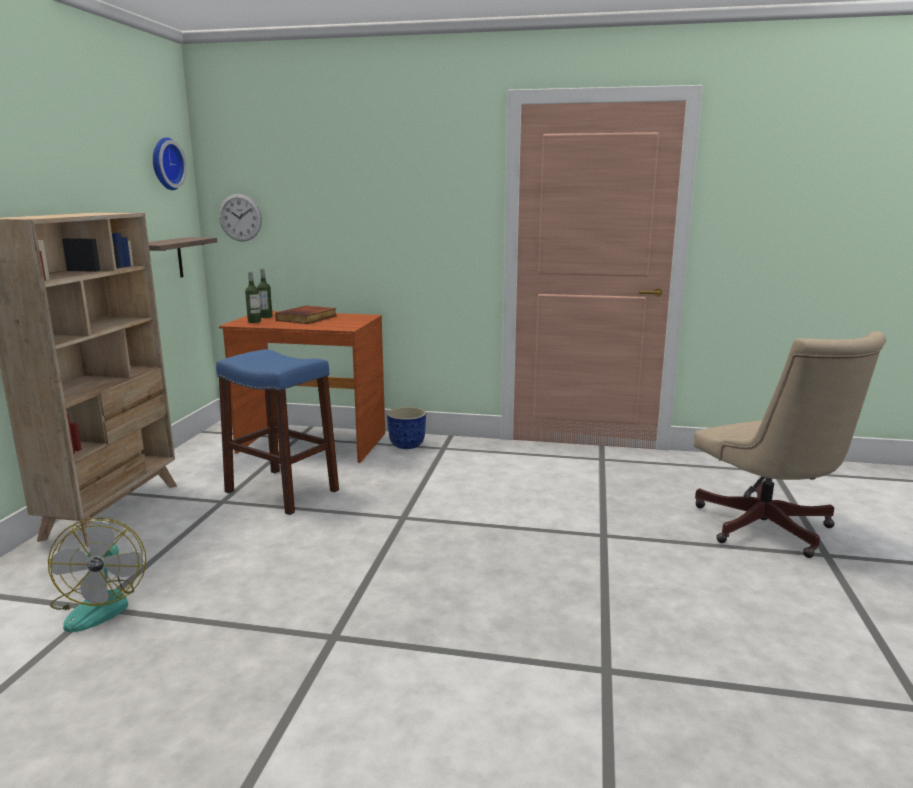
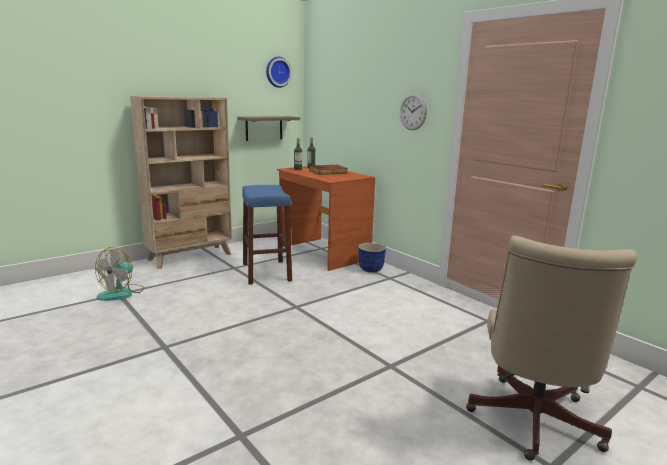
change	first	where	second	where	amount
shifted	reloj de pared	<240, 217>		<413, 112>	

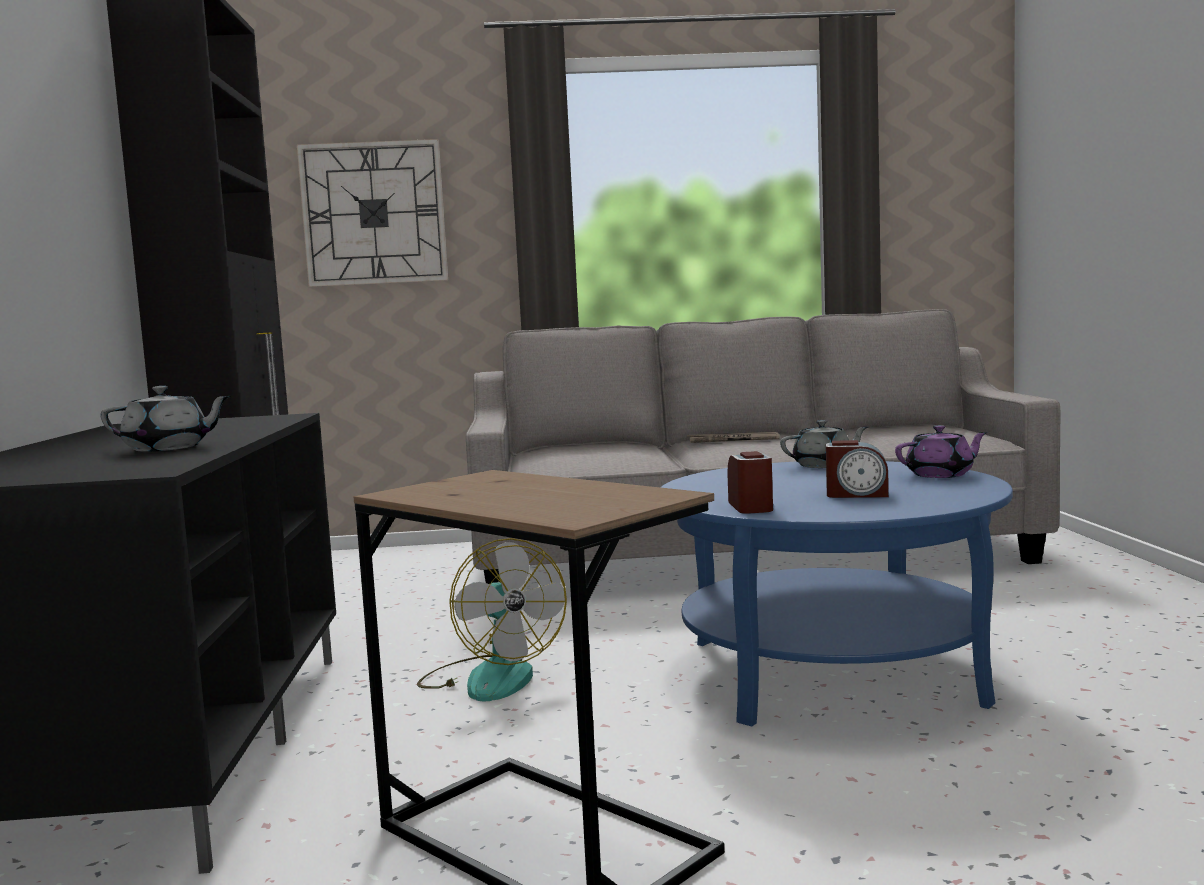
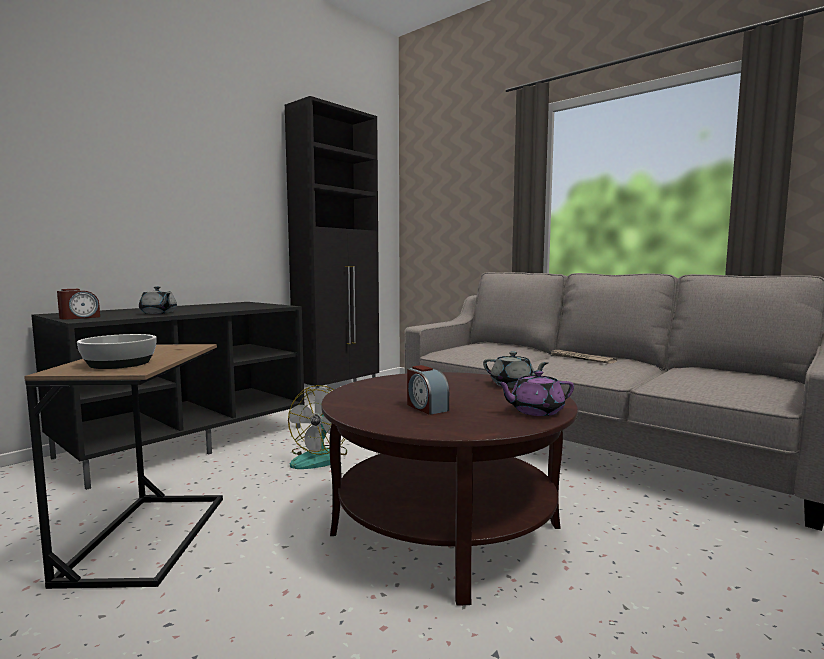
change	first	where	second	where	amount
gone	reloj de pared	<374, 213>			
rotated	tetera/morado	<941, 475>		<535, 411>	135 degrees clockwise
shifted	despertador	<751, 507>		<79, 318>	
repainted	mesa de centro/azul	<832, 671>	mesa de centro/marrón	<446, 529>	
new			cuenco	<118, 363>	

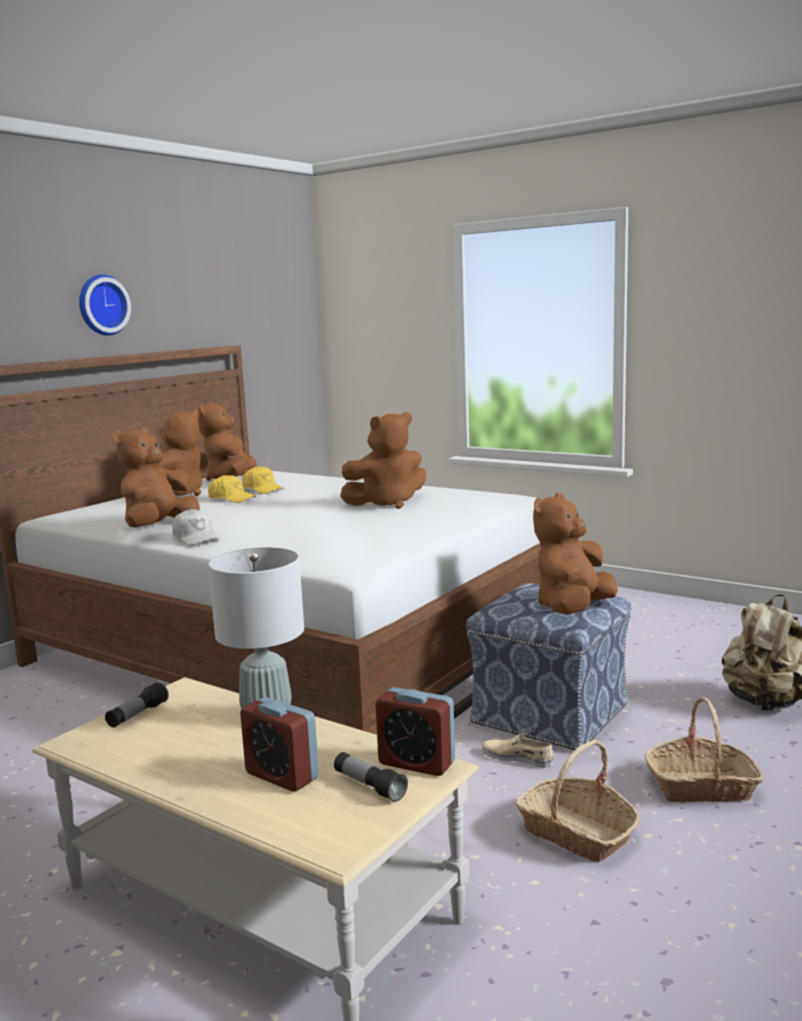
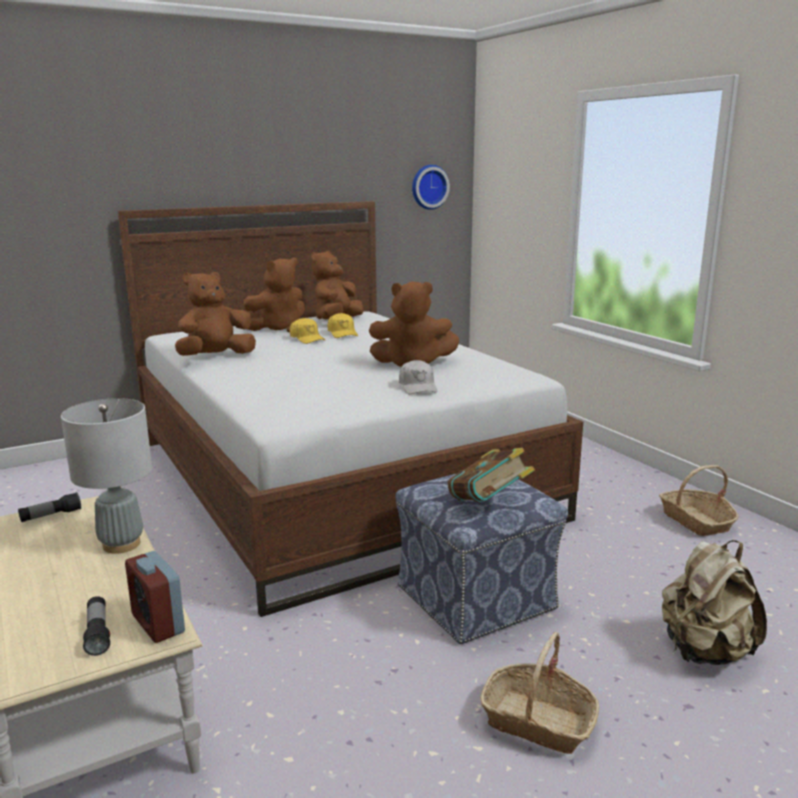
change	first	where	second	where	amount
shifted	reloj de pared	<101, 305>		<428, 187>	
swapped	peluche/marrón	<573, 609>	libro	<488, 505>	
shifted	gorra/blanco	<196, 538>		<418, 387>	
gone	despertador	<282, 776>			
gone	zapato/beis	<517, 757>			
shifted	cesta	<577, 833>		<696, 521>	

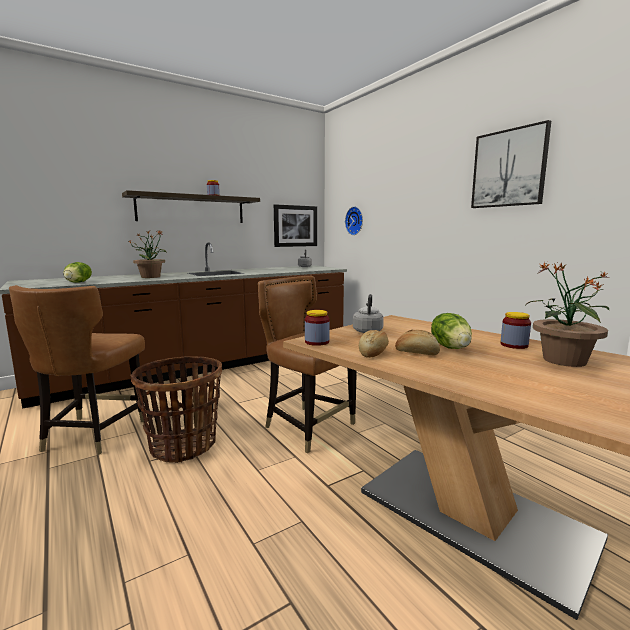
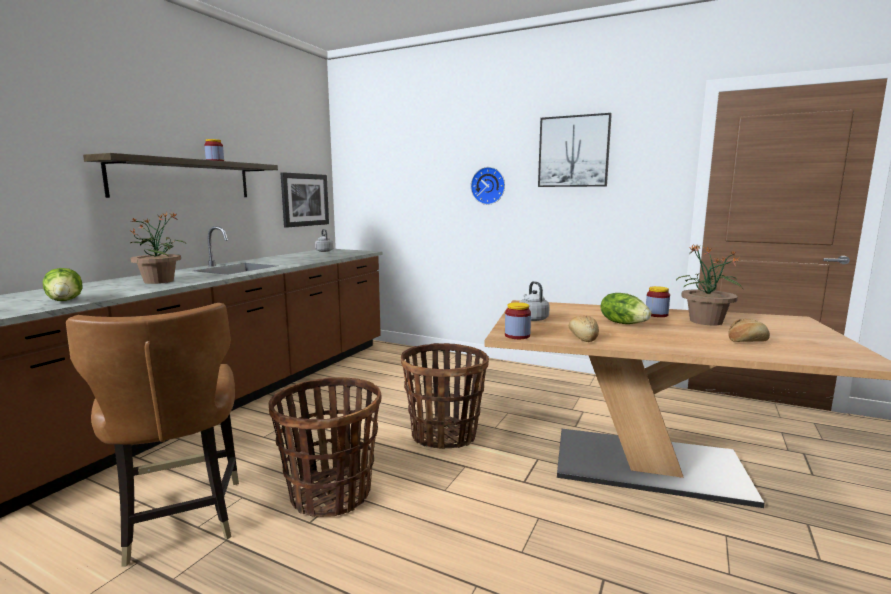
change	first	where	second	where	amount
shifted	reloj de pared	<355, 221>		<488, 185>	
swapped	silla/marrón	<309, 427>	cesta	<444, 435>	
shifted	pan	<417, 353>		<747, 341>	

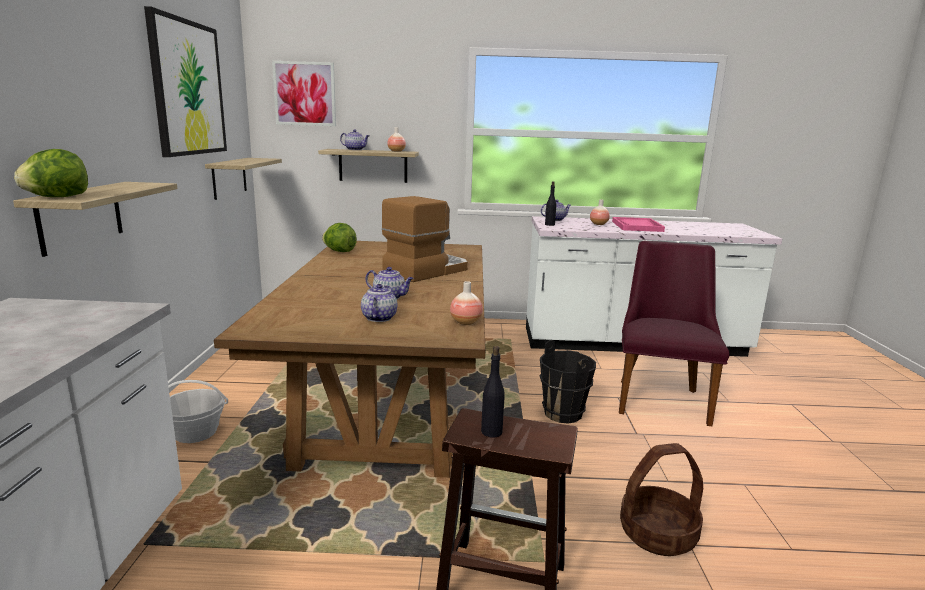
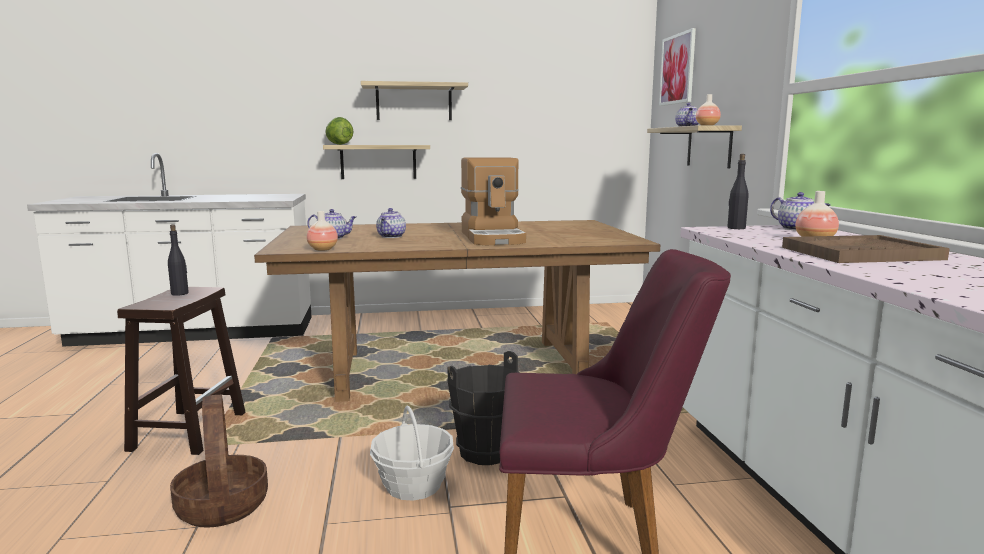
change	first	where	second	where	amount
gone	cuadro	<188, 88>			
shifted	estante	<229, 177>		<414, 102>	
rotated	cafetera	<426, 270>		<493, 238>	45 degrees clockwise
repainted	bandeja/rosa	<637, 226>	bandeja/marrón	<860, 253>	
gone	lechuga	<339, 251>			
shifted	cesta	<195, 432>		<413, 485>	

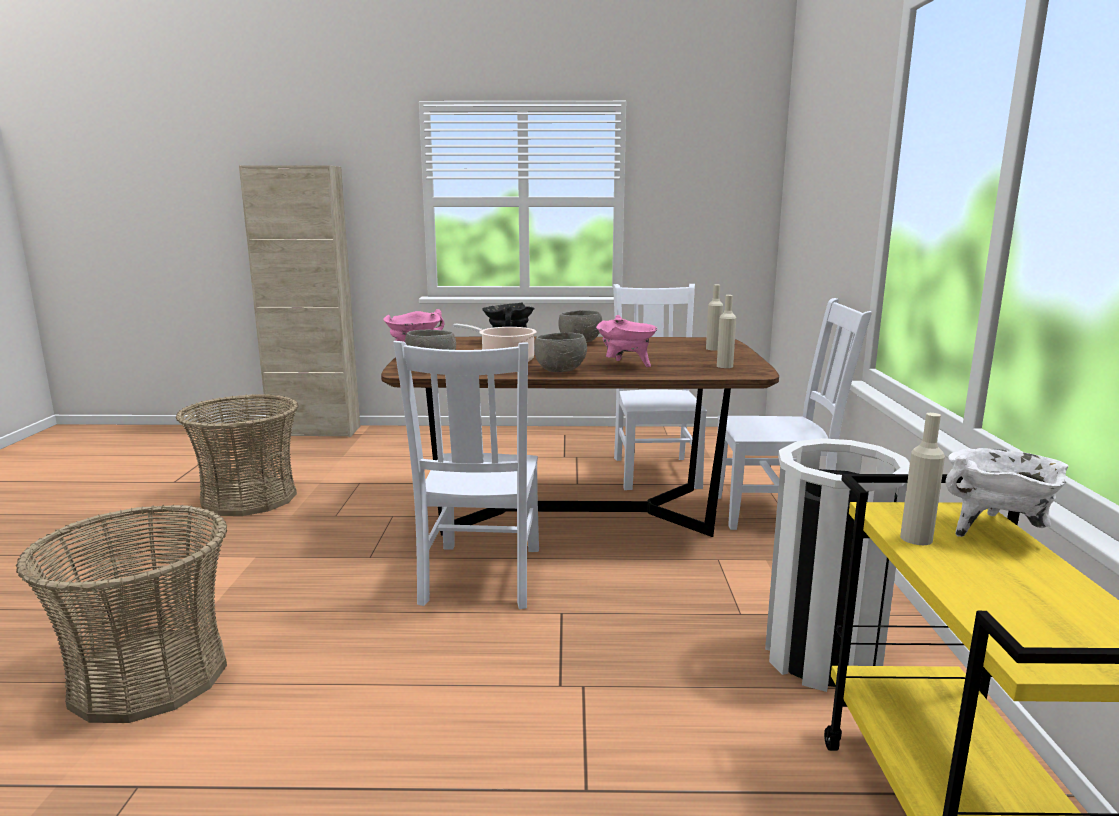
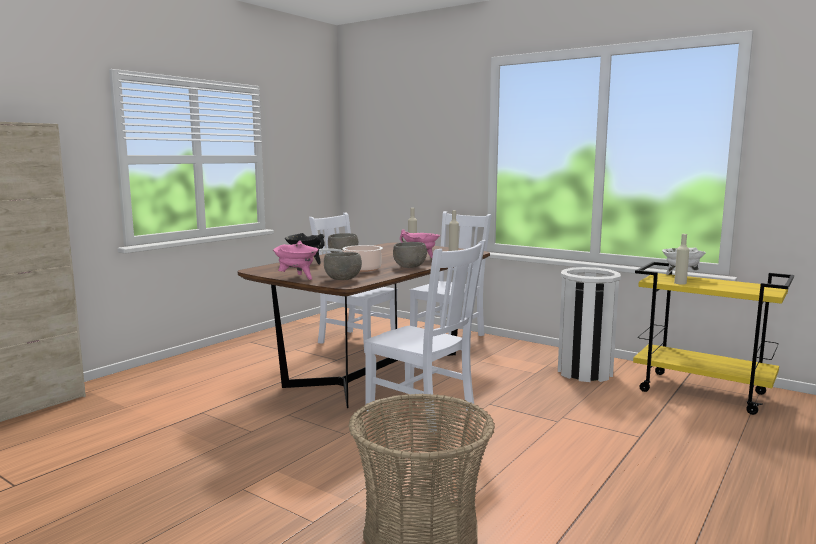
change	first	where	second	where	amount
gone	cesta	<249, 498>			

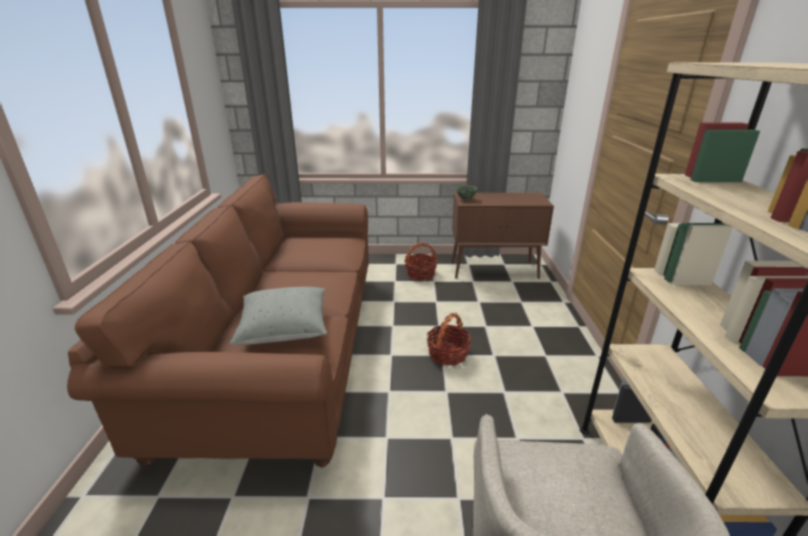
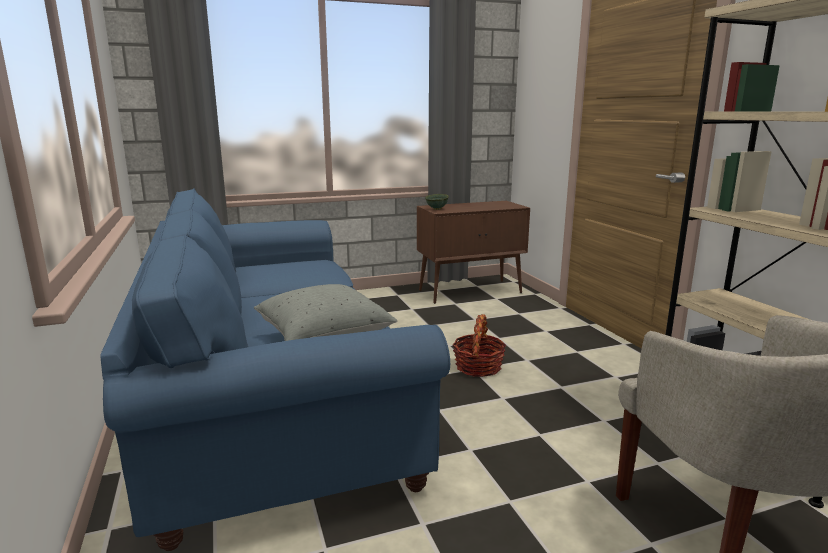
change	first	where	second	where	amount
repainted	sofá/marrón	<284, 346>	sofá/azul	<274, 393>	
gone	cesta	<420, 274>			

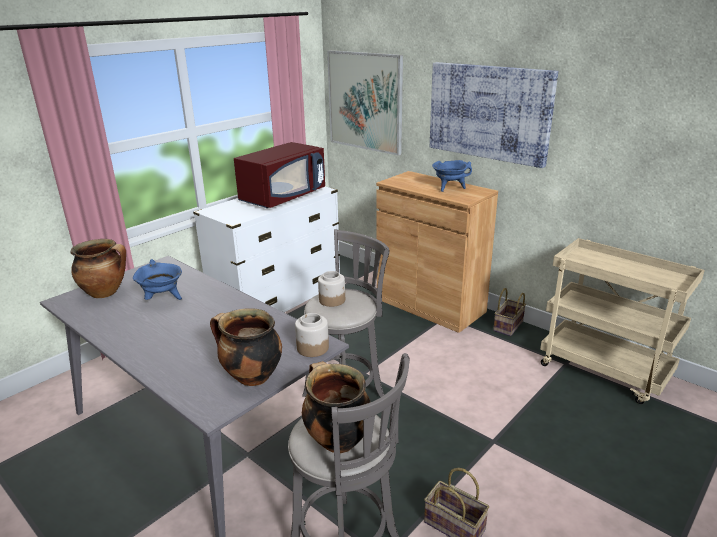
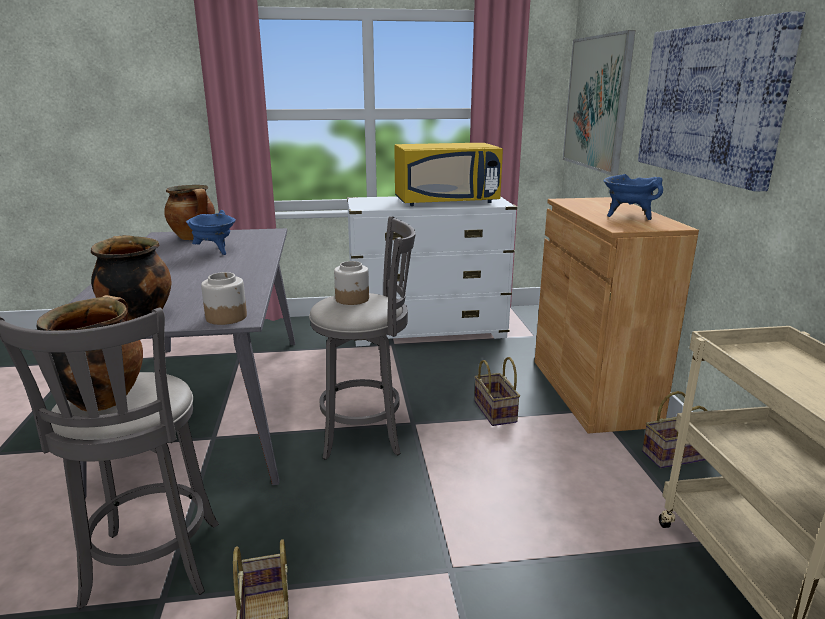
change	first	where	second	where	amount
repainted	microondas/rojo	<283, 197>	microondas/amarillo	<446, 202>	
new			cesta	<496, 412>	

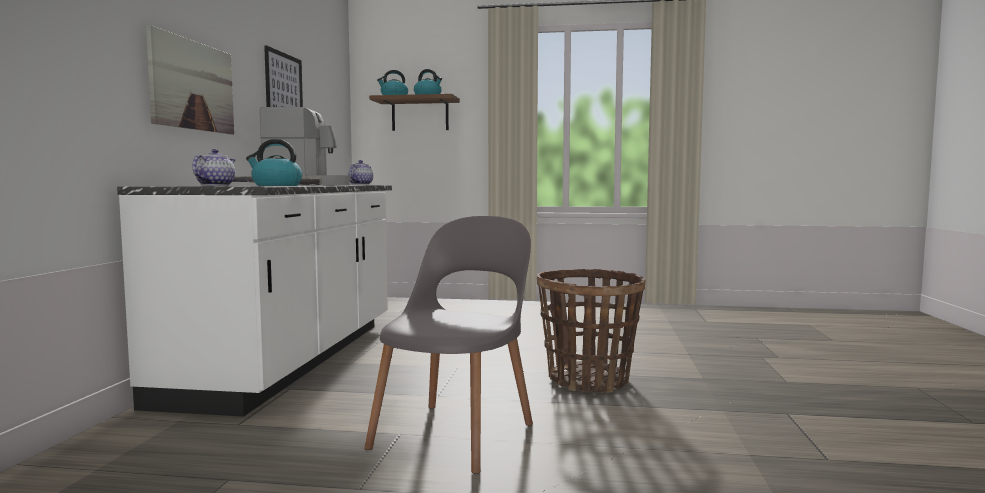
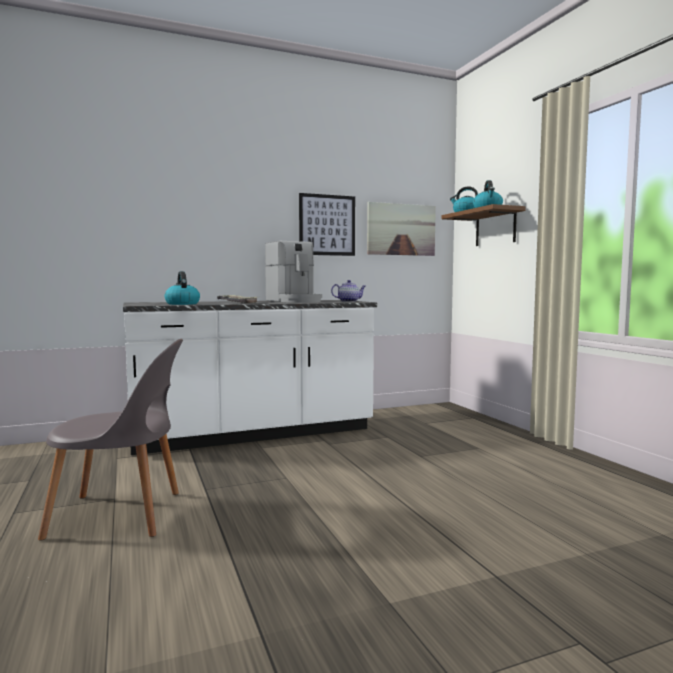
change	first	where	second	where	amount
shifted	cuadro	<192, 85>		<401, 229>	
gone	tetera	<216, 185>			
gone	cesta	<588, 380>			

